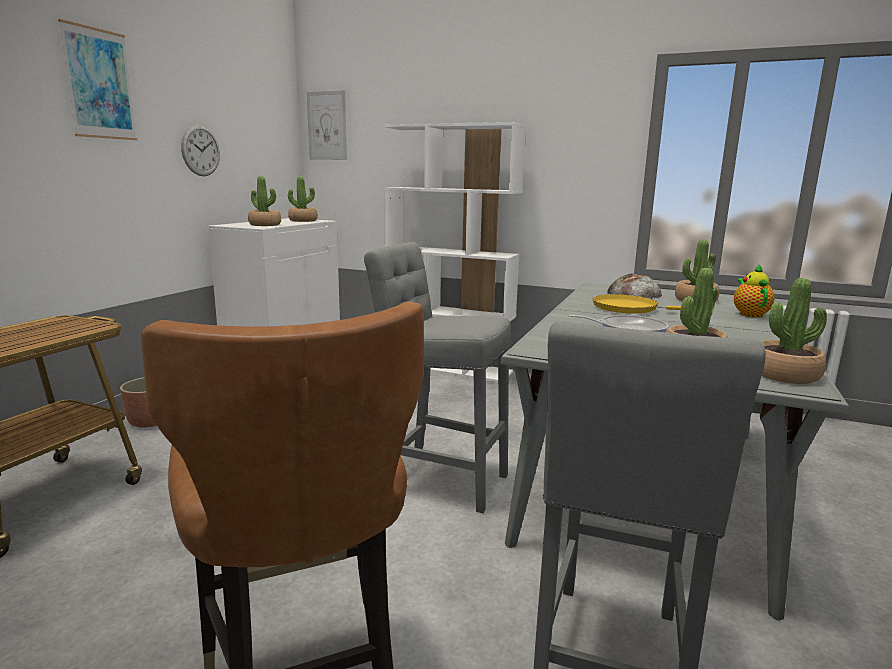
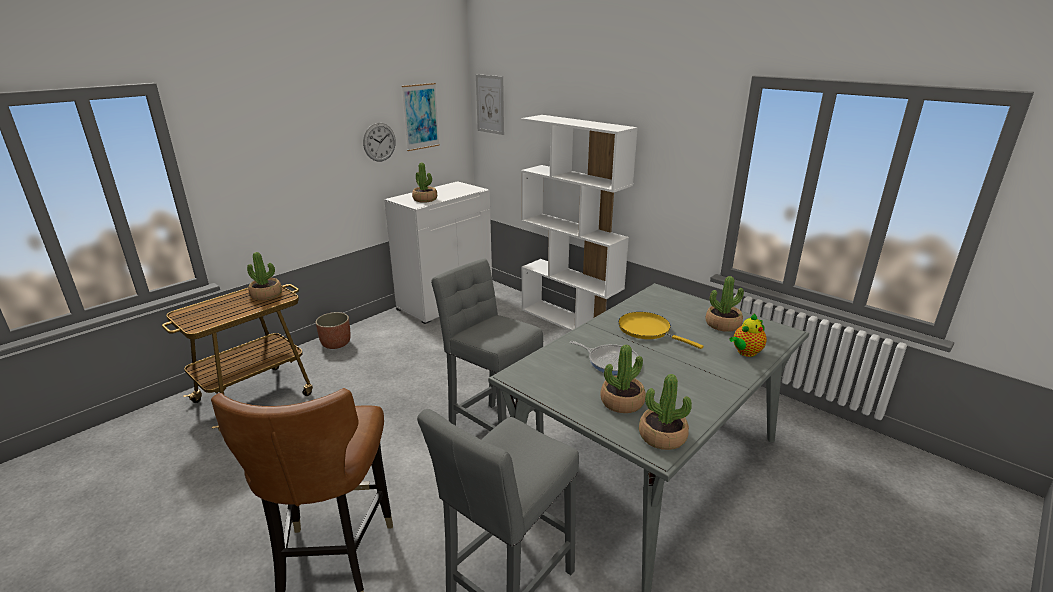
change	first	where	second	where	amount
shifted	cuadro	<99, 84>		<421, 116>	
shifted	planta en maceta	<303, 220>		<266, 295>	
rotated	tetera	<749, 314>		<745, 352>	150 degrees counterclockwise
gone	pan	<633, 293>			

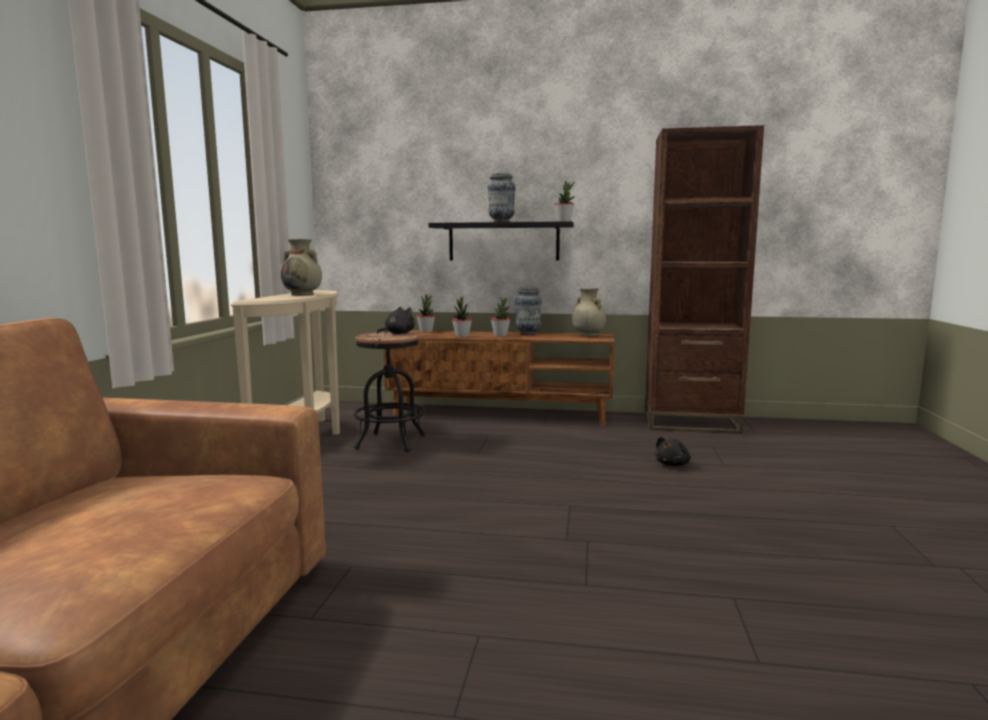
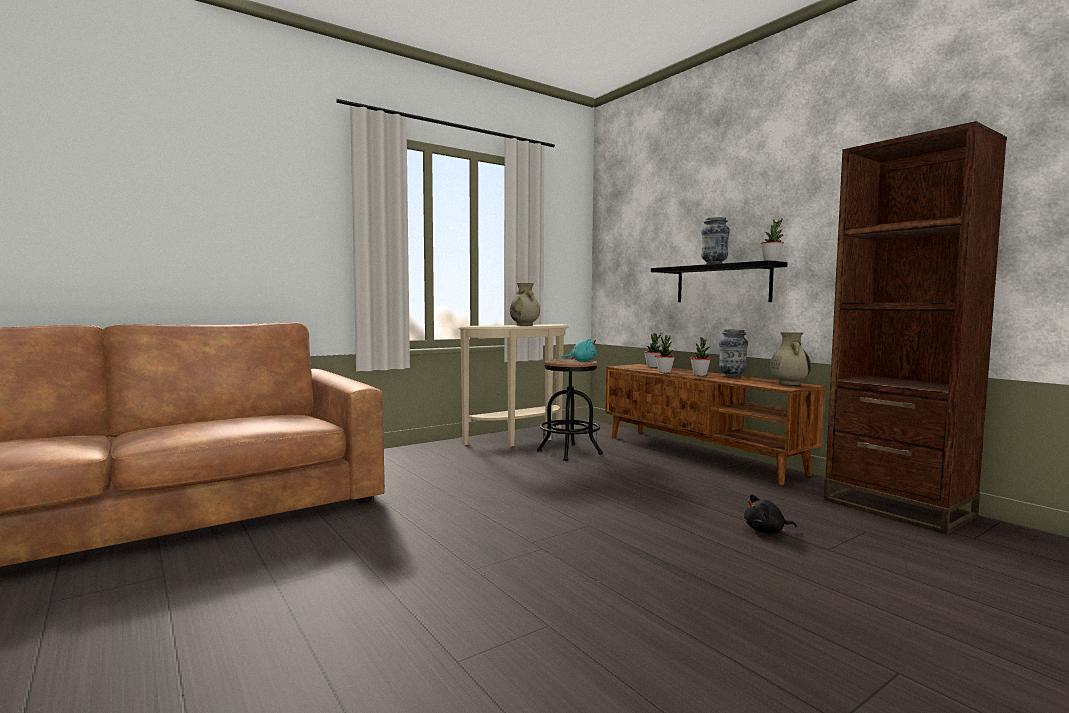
change	first	where	second	where	amount
repainted	peluche/negro	<398, 334>	peluche/turquesa	<581, 361>	

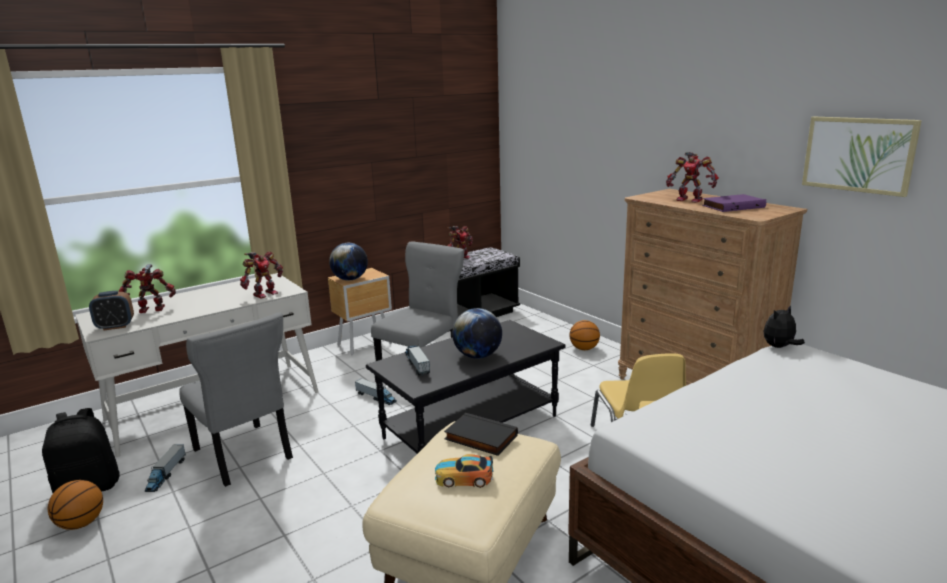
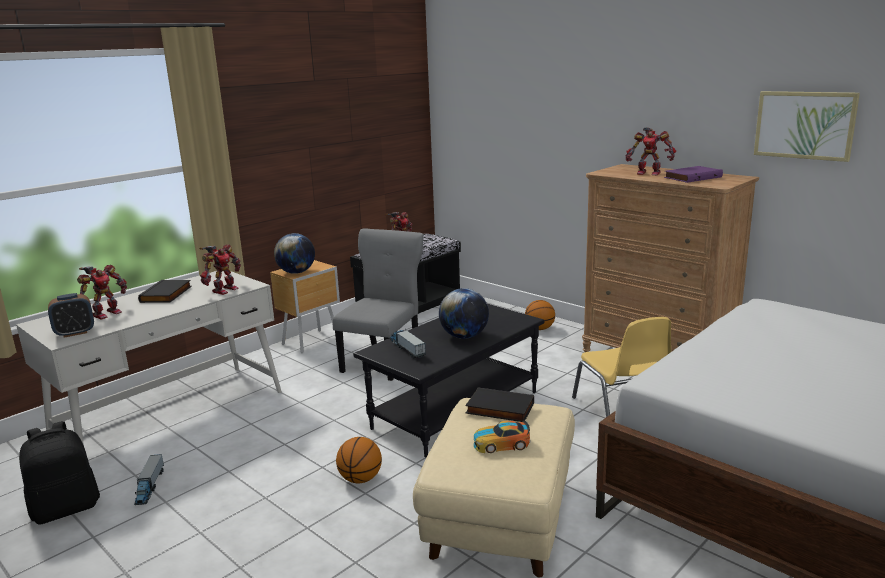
change	first	where	second	where	amount
rotated	robot de juguete	<152, 310>		<105, 314>	150 degrees clockwise
gone	peluche	<779, 347>			
gone	silla/gris	<244, 456>			
gone	camión de juguete	<376, 397>			
shifted	balón de baloncesto	<81, 524>		<360, 479>	
new			libro/negro	<167, 294>	

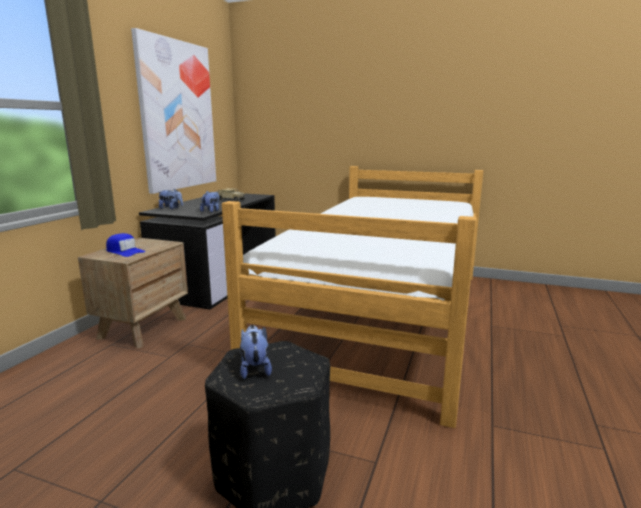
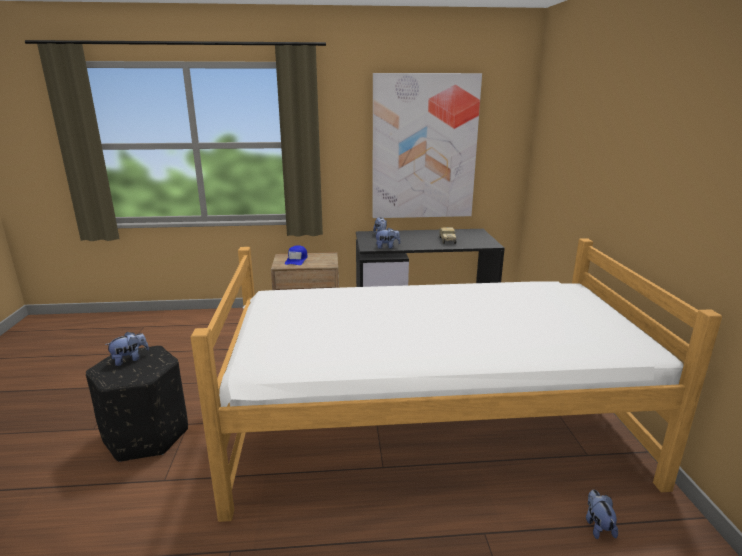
change	first	where	second	where	amount
new			peluche	<597, 526>	

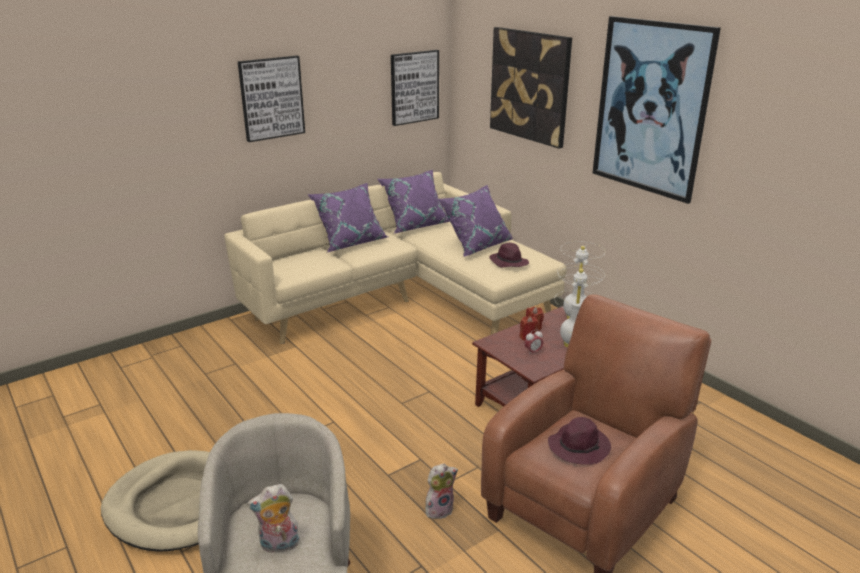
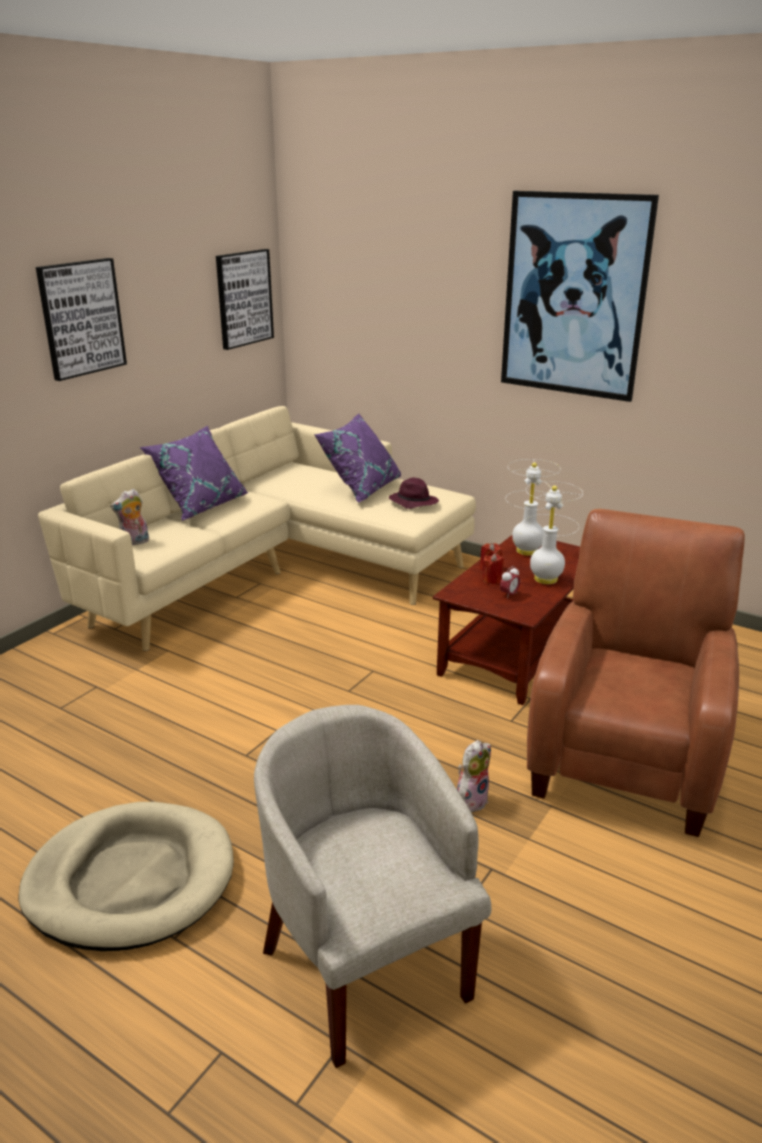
change	first	where	second	where	amount
gone	cuadro	<530, 86>			
gone	cojín/morado	<415, 225>			
gone	sombrero/morado	<579, 446>			
shifted	peluche	<279, 545>		<134, 542>	

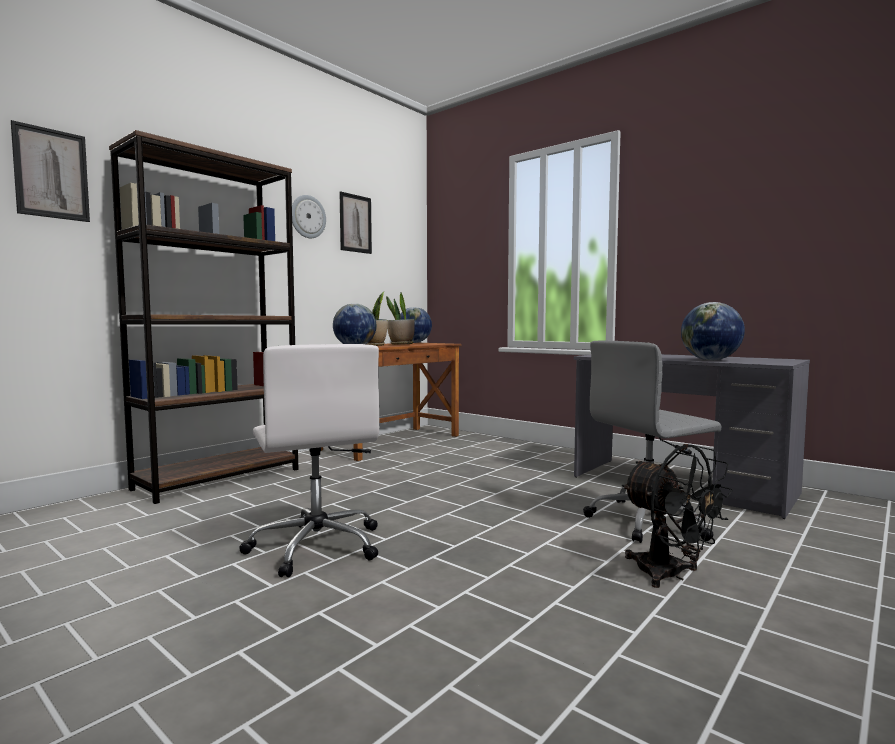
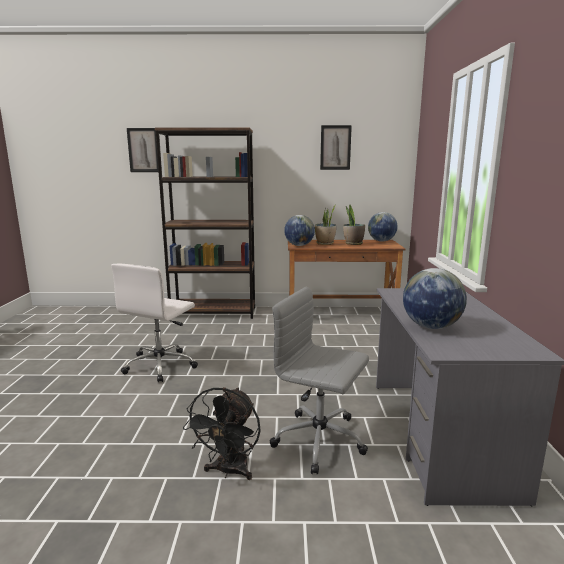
change	first	where	second	where	amount
gone	reloj de pared	<307, 217>			

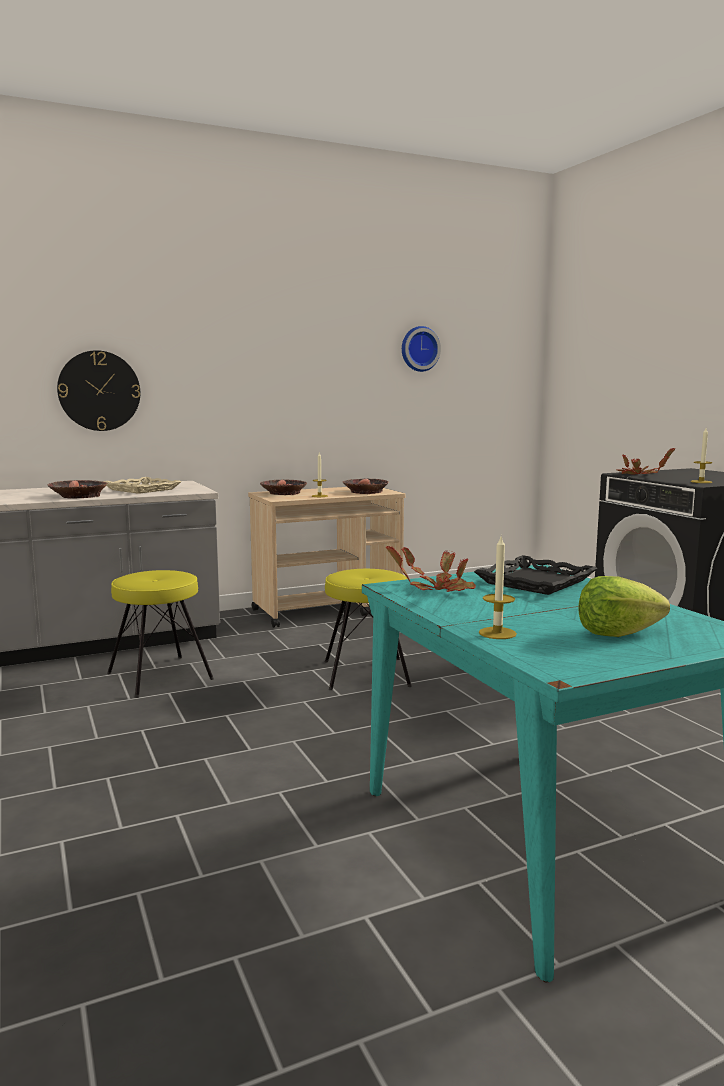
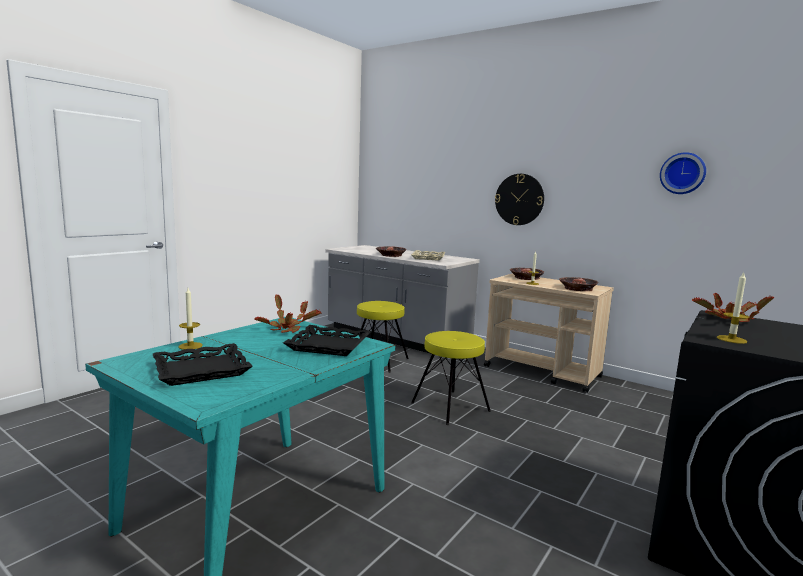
change	first	where	second	where	amount
shifted	reloj de pared	<99, 391>		<519, 199>	
swapped	lechuga	<617, 633>	bandeja/negro	<202, 370>	

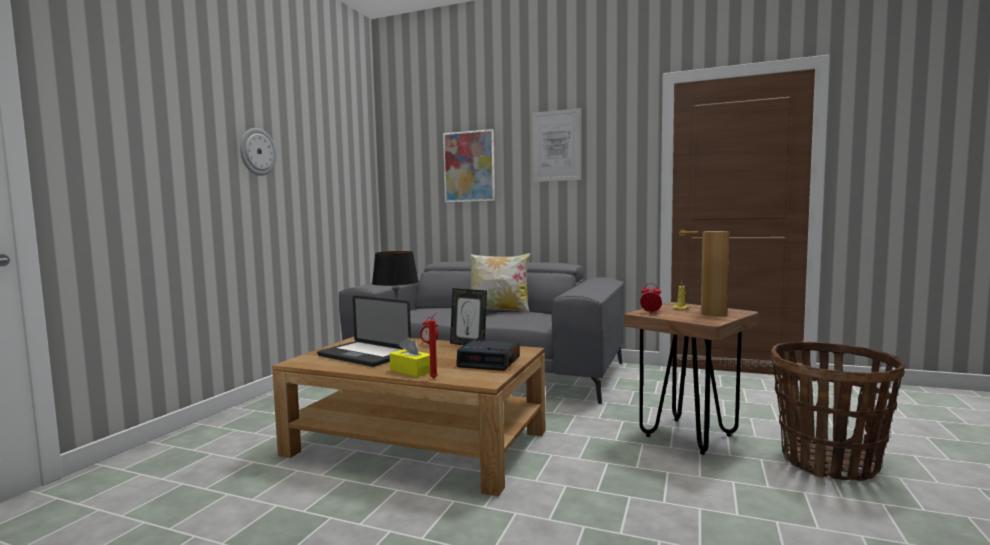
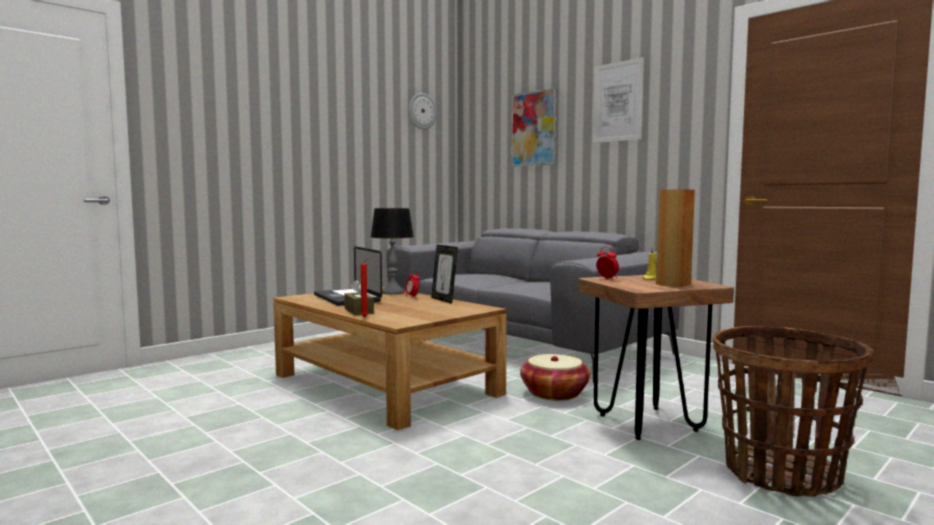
change	first	where	second	where	amount
shifted	reloj de pared	<257, 152>		<422, 111>	
gone	cojín	<499, 311>			
repainted	caja de pañuelos/amarillo	<411, 371>	caja de pañuelos/marrón	<359, 311>	
gone	despertador	<490, 362>			
new			cesta	<554, 393>	

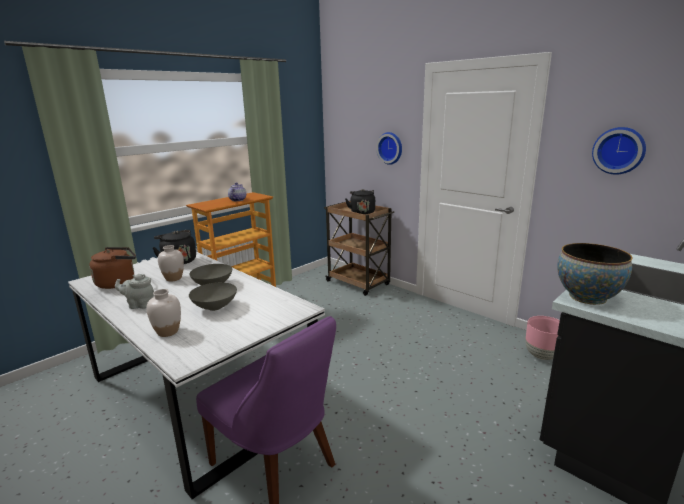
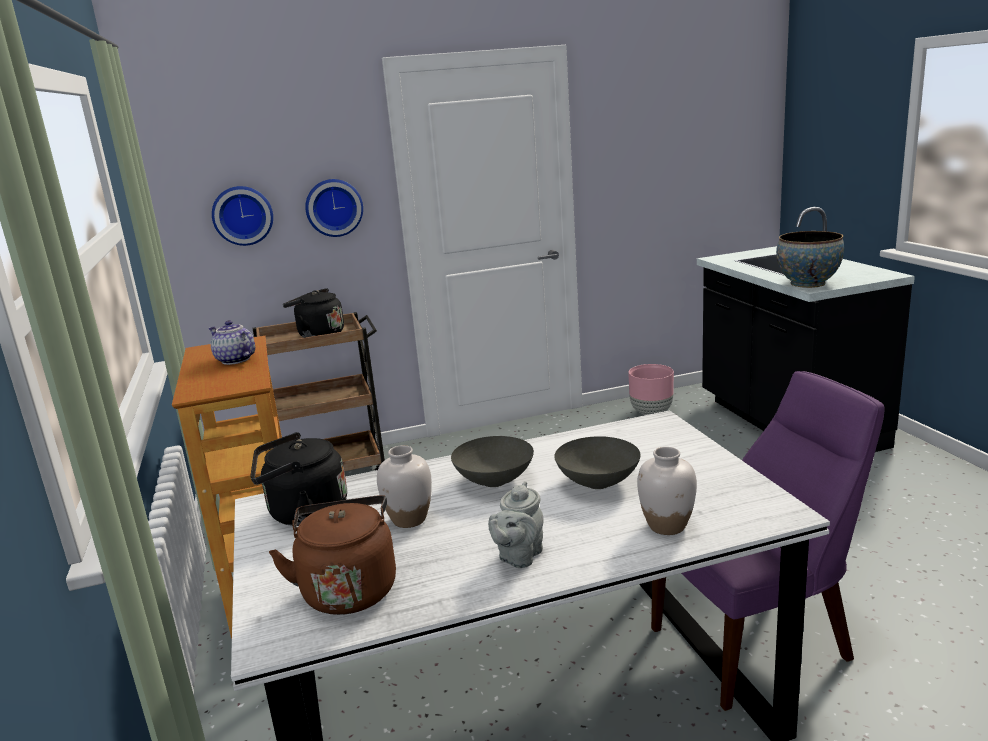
change	first	where	second	where	amount
shifted	reloj de pared	<619, 150>		<242, 215>	

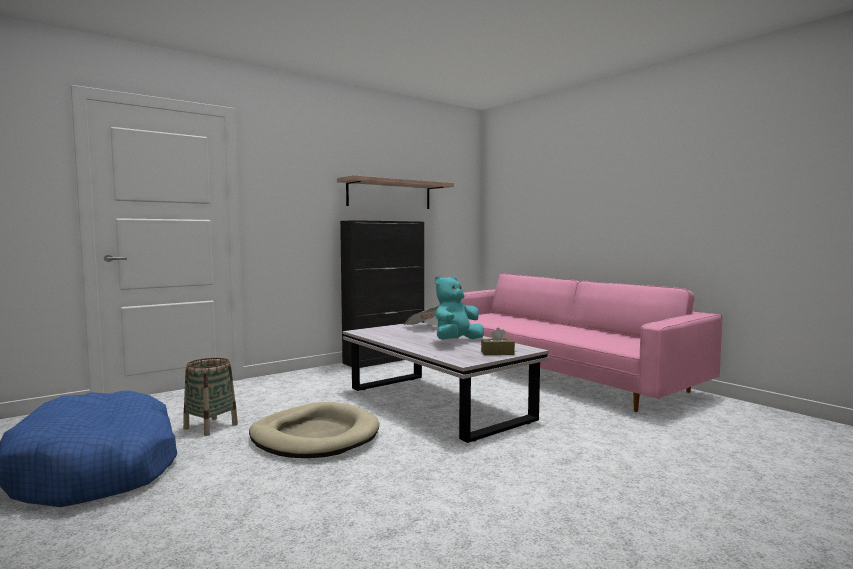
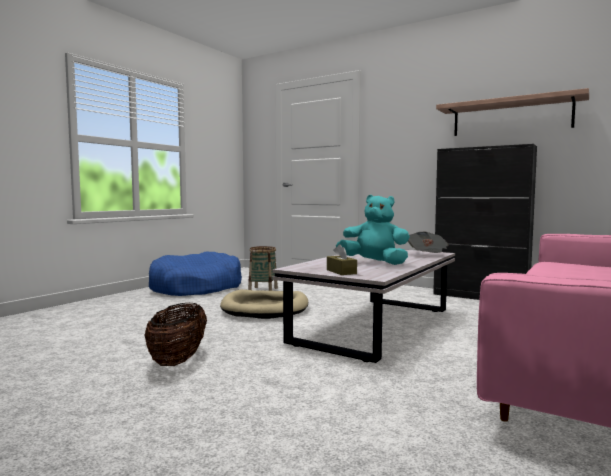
change	first	where	second	where	amount
new			cesta	<178, 360>	

